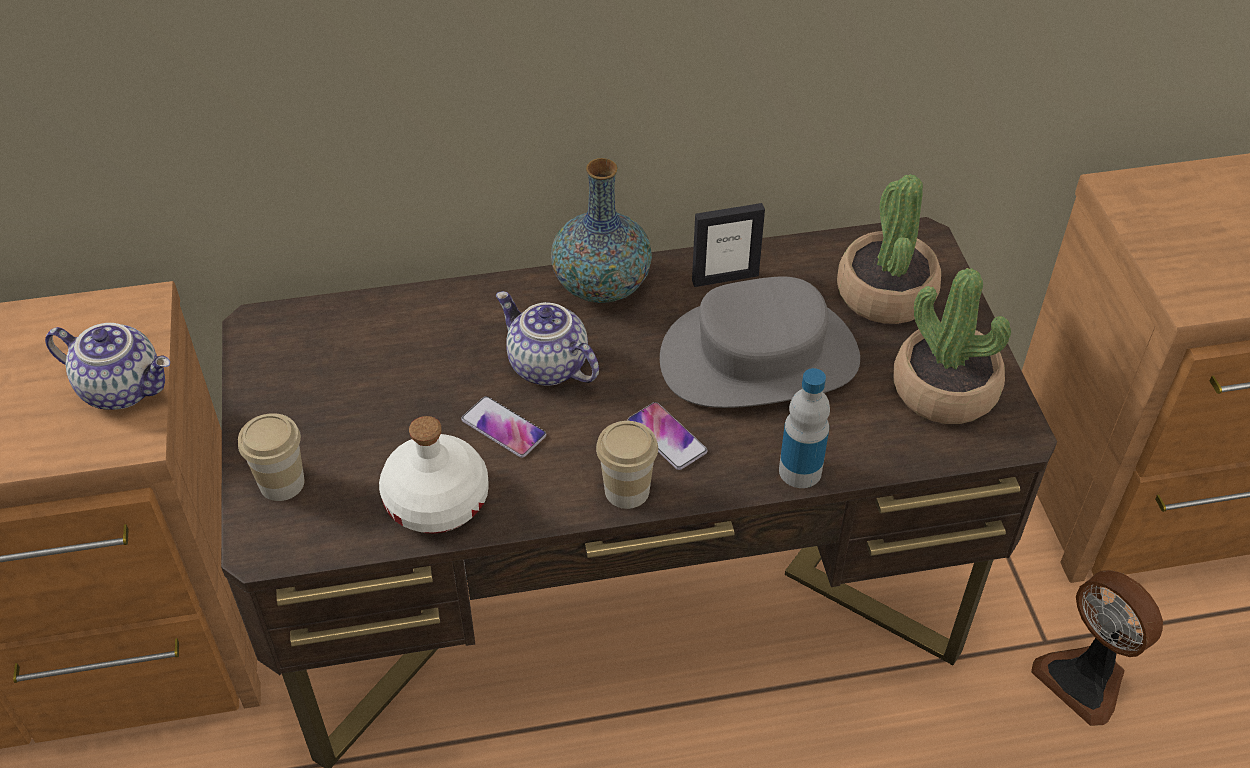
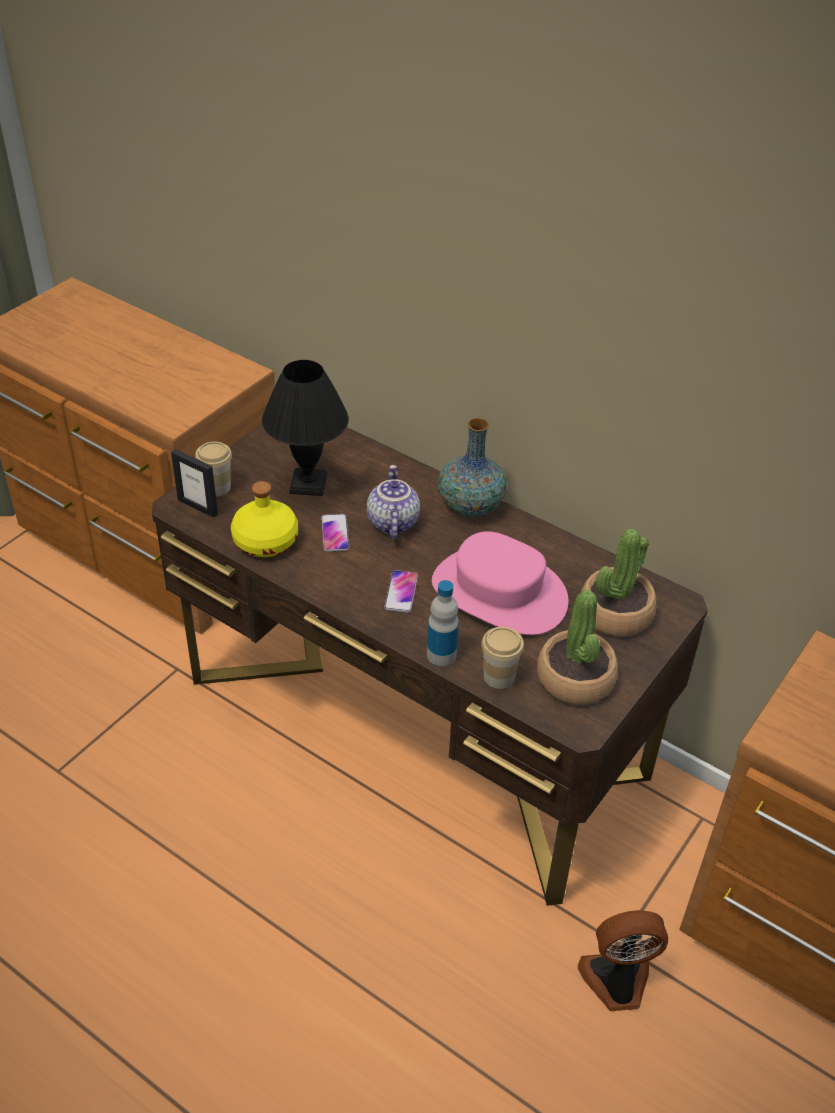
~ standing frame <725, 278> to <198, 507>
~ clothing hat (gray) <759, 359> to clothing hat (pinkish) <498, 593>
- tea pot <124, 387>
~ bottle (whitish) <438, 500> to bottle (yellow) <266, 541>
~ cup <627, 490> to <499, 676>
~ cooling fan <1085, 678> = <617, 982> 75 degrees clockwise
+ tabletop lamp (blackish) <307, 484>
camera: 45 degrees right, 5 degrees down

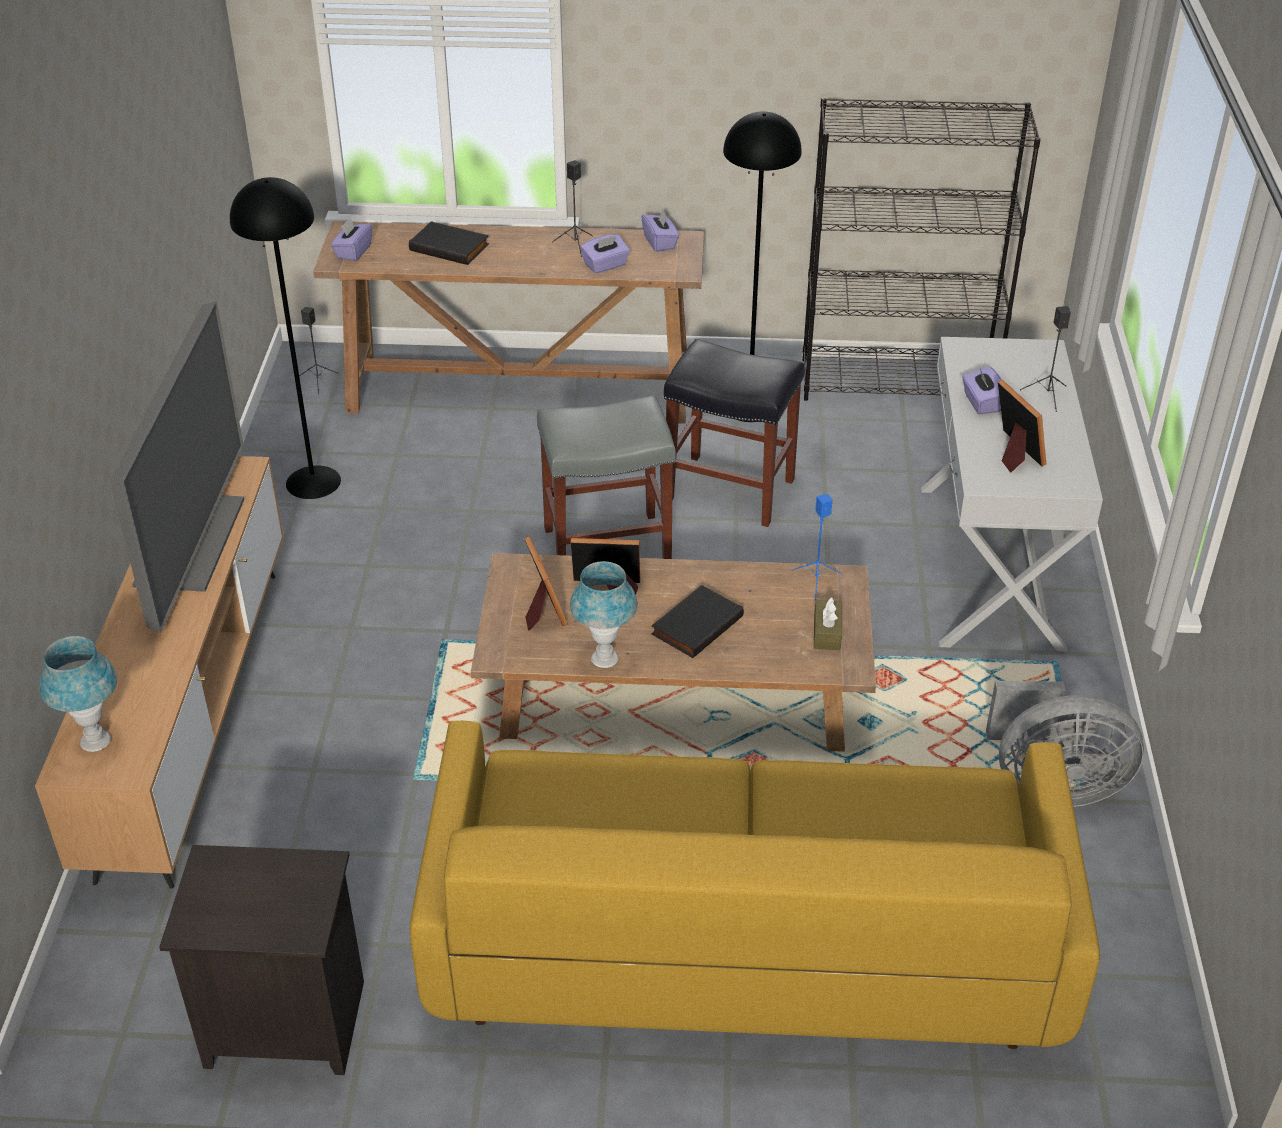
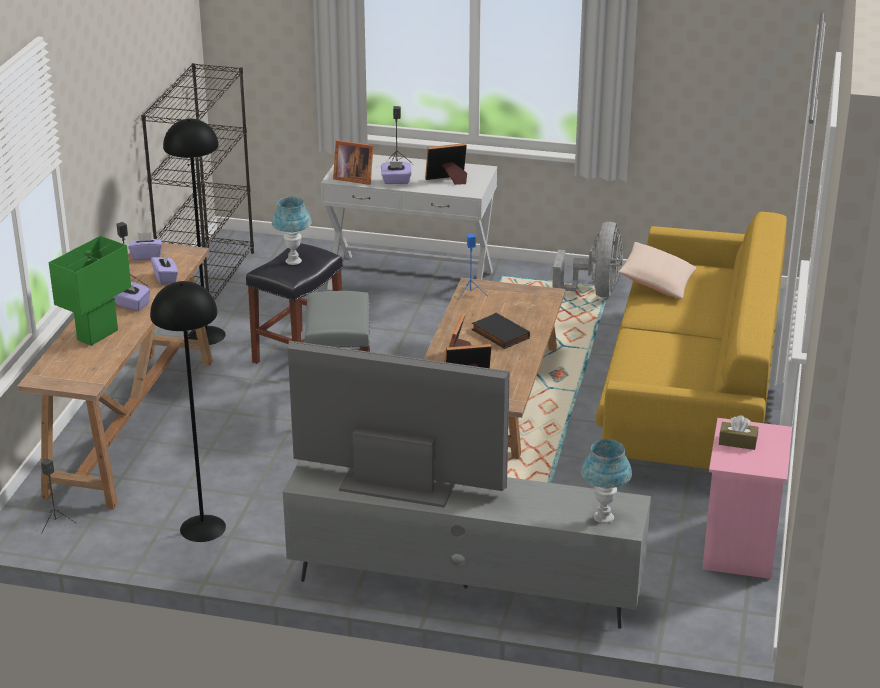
~ tissue box (purple) <353, 252> to <132, 305>
~ bound book (blackish) <450, 247> to tabletop lamp (green-coloured) <97, 335>
~ tv stand (brownish) <193, 717> to tv stand (gray) <465, 586>
~ tabletop lamp (blue-coloured) <604, 659> to <293, 261>
~ tissue box (brownish) <827, 632> to <737, 442>
~ nightstand (blackish) <282, 1026> to nightstand (pinkish) <741, 549>
+ standing frame <353, 178>
+ throw pillow (beige) <657, 282>
camera: 80 degrees left, 10 degrees down

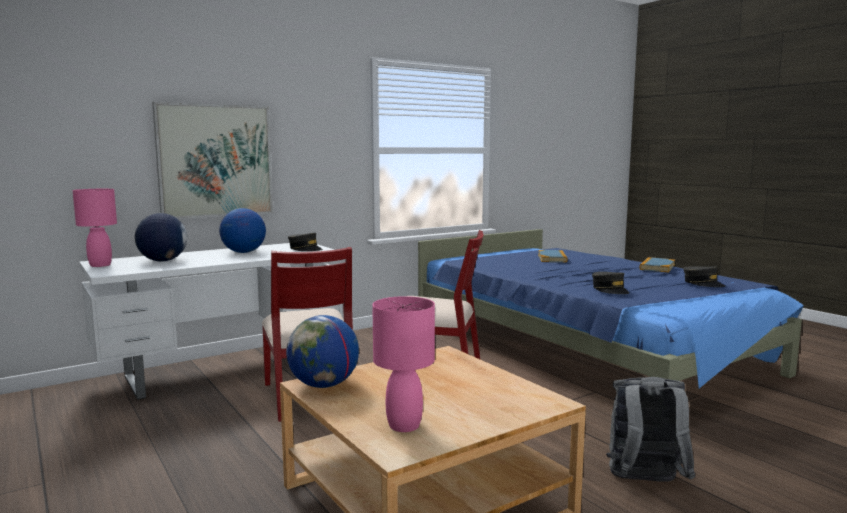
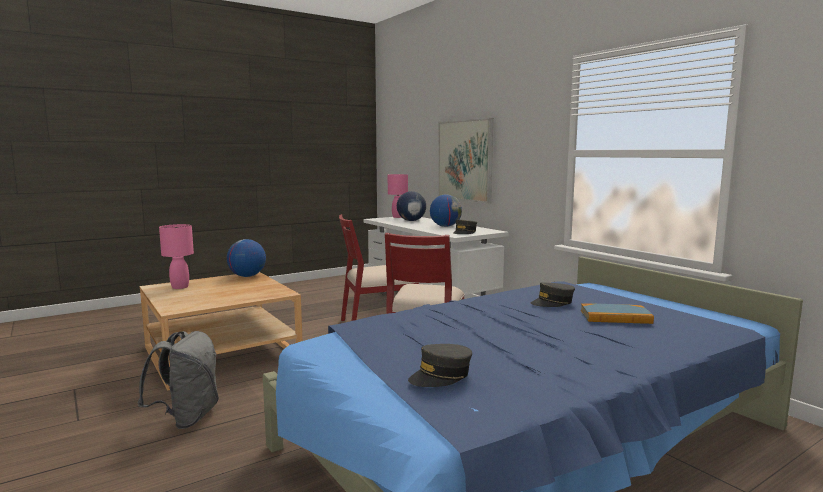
- bound book <657, 267>
~ peaked cap (gray) <610, 290> to <552, 302>
camera: 90 degrees right, 0 degrees up

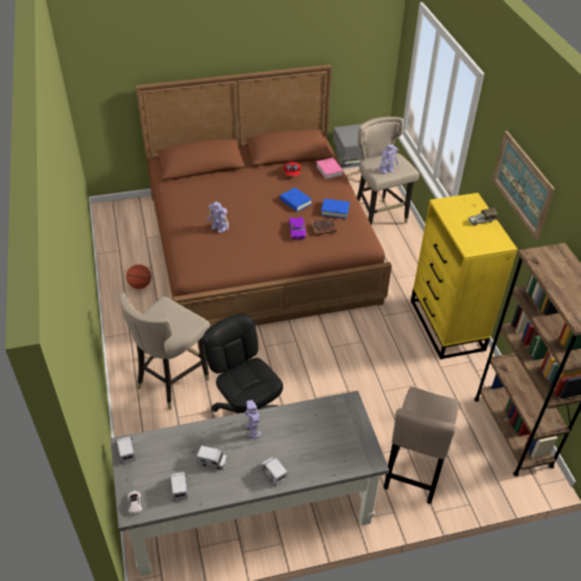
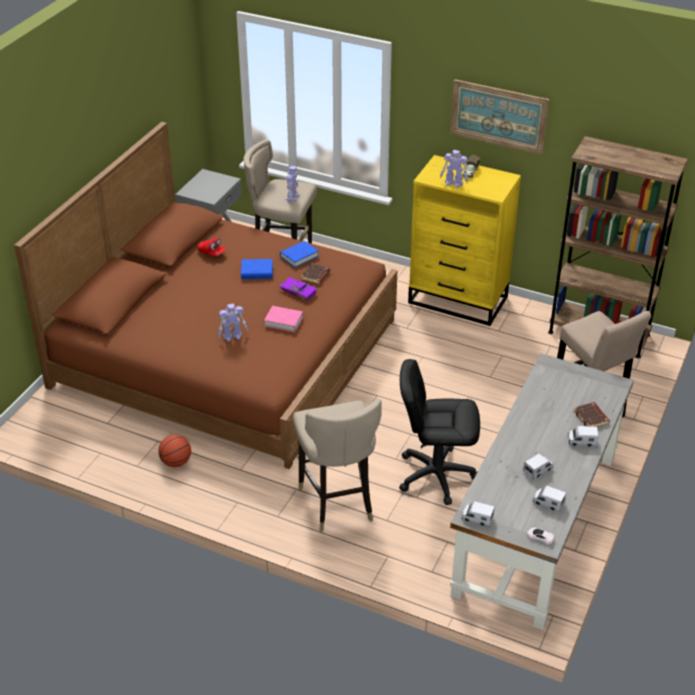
~ bound book (pinkish) <329, 170> to <283, 321>
~ robot figure <253, 431> to <454, 183>
+ bound book (brownish) <591, 418>
camera: 50 degrees left, 5 degrees down

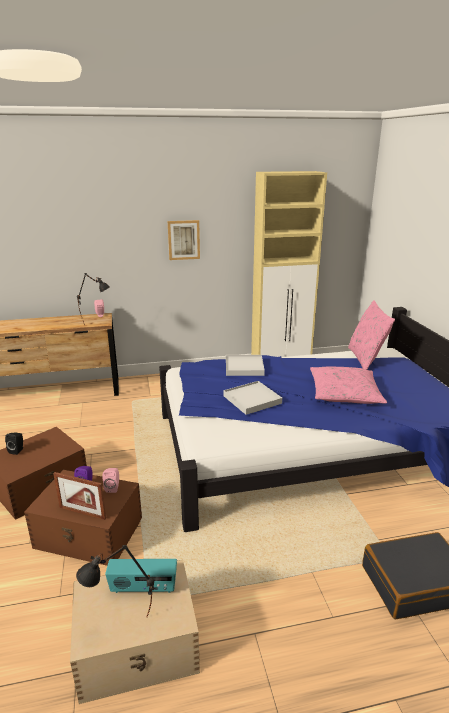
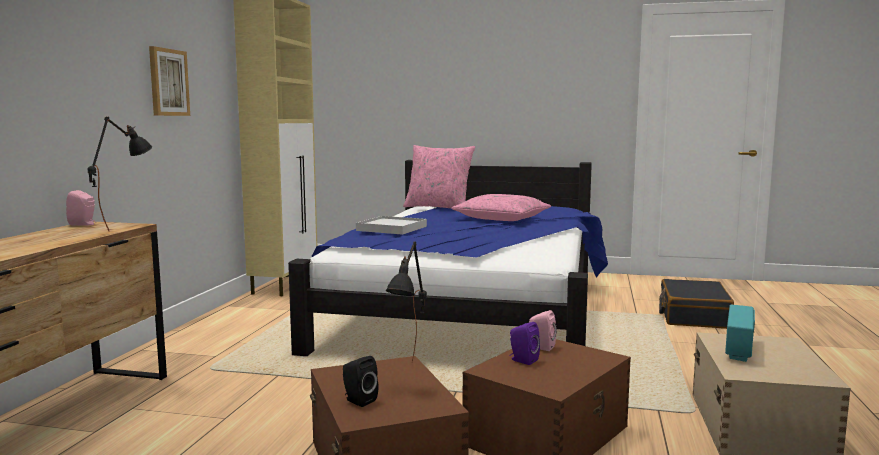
- tray (whitish) <252, 399>
- standing frame <82, 513>
~ tabletop lamp (blackish) <122, 627> to <412, 374>
camera: 65 degrees left, 15 degrees down

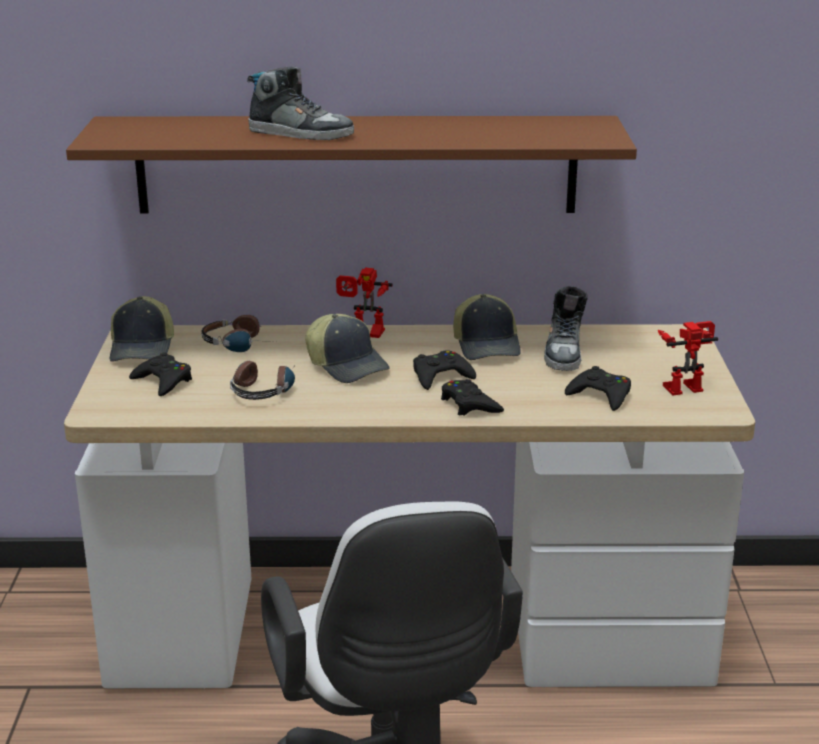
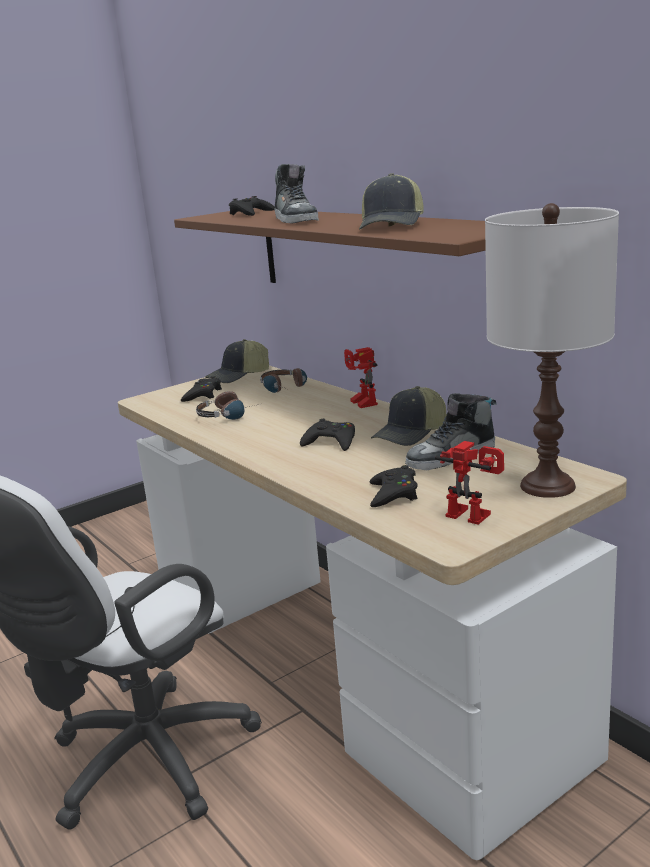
~ peaked cap <347, 365> to <393, 225>
~ game controller (blackish) <469, 404> to <251, 213>
+ tabletop lamp (whitish) <548, 485>
camera: 55 degrees right, 5 degrees down

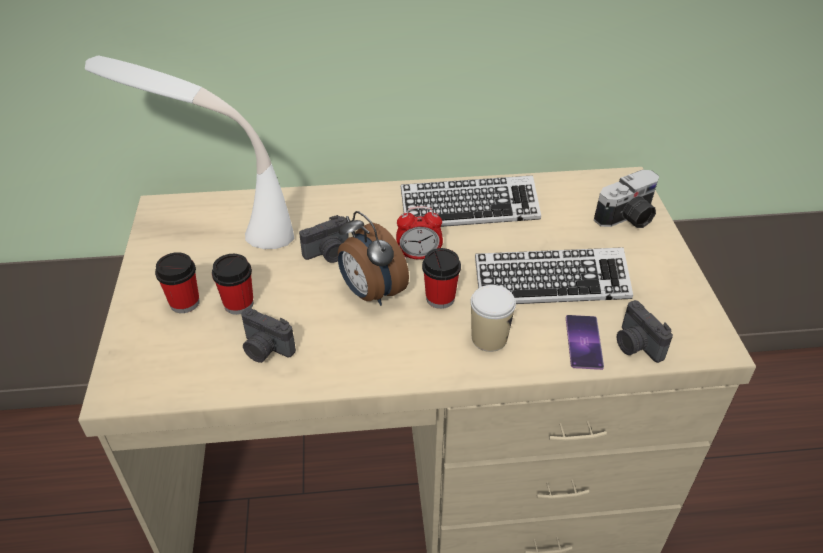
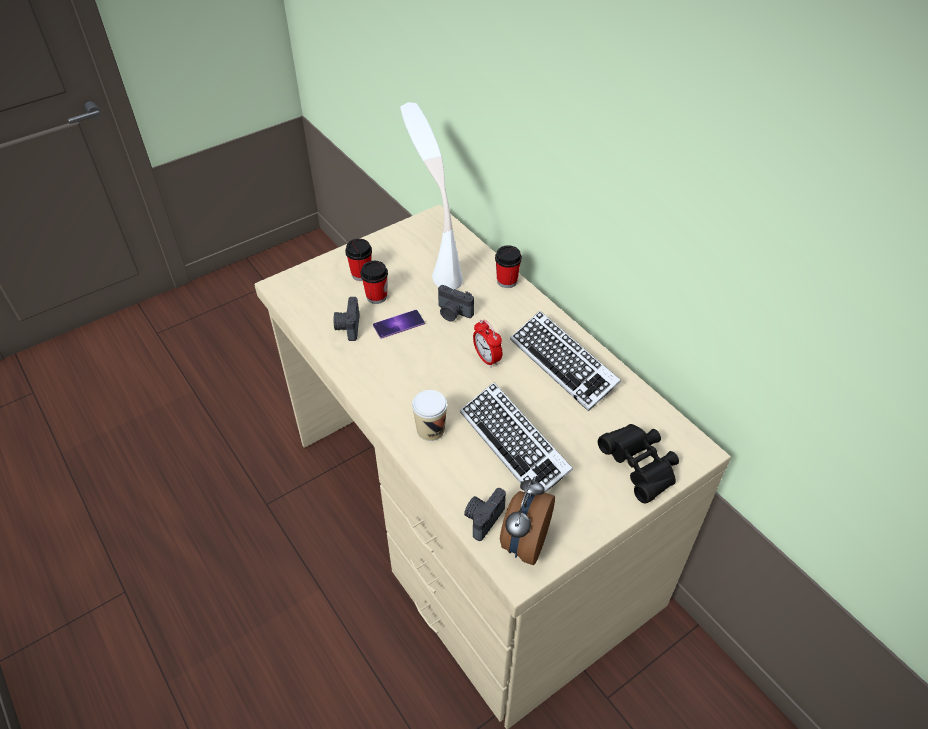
~ photo camera <628, 218> to pair of binoculars (blackish) <639, 468>
~ table clock <370, 293> to <524, 542>
~ cup <440, 298> to <507, 281>
~ telephone <584, 342> to <398, 324>
camera: 60 degrees right, 5 degrees up

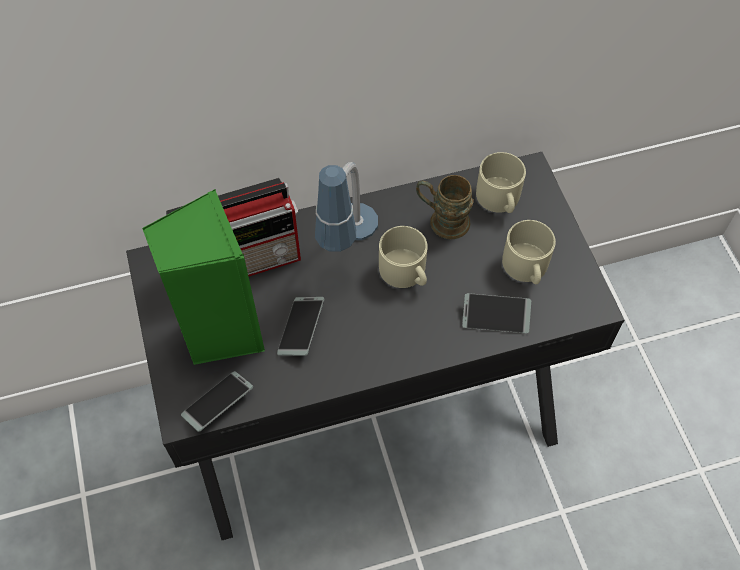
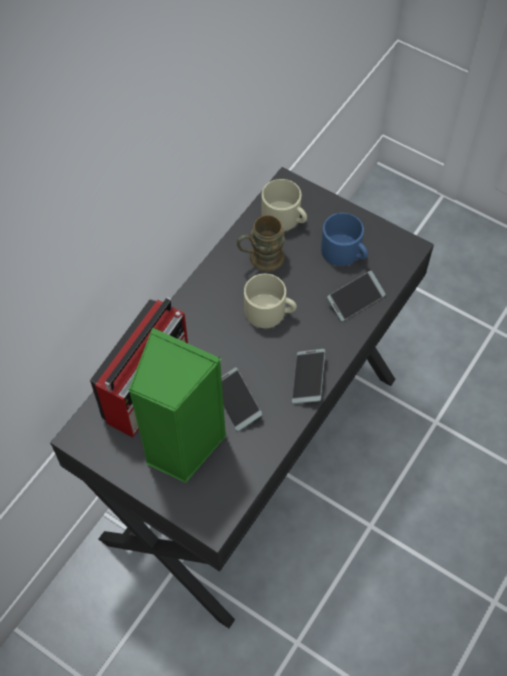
- tabletop lamp <348, 247>
~ coffee mug (beige) <526, 267> to coffee mug (blue-coloured) <344, 252>
~ telephone <218, 404> to <308, 379>
camera: 40 degrees left, 0 degrees up

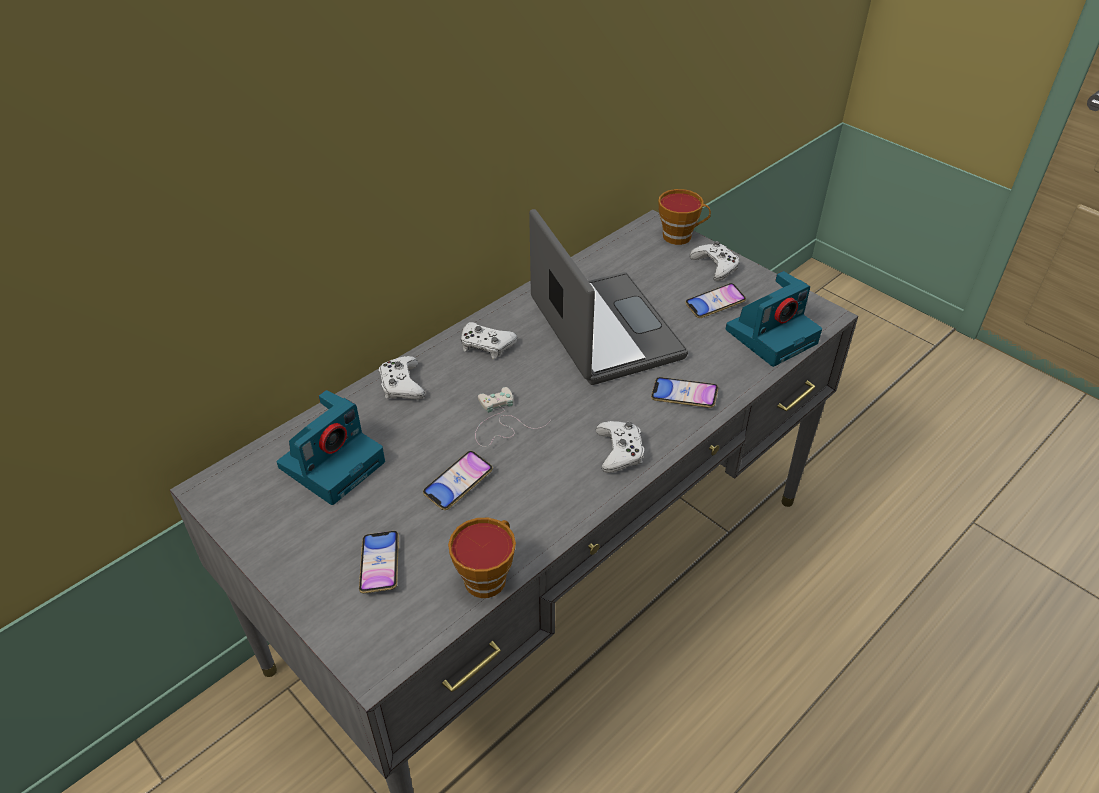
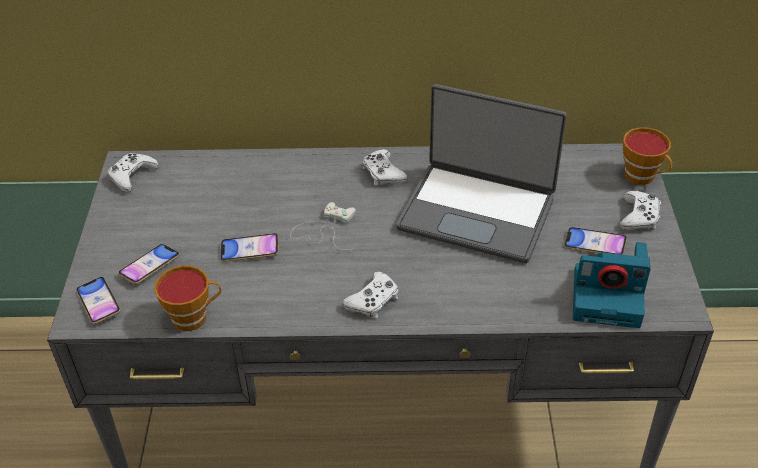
~ laptop <603, 330> = <477, 212> 90 degrees clockwise
~ game controller (whitish) <401, 384> to <132, 176>
~ telephone <684, 396> to <99, 303>
- photo camera <333, 463>
camera: 45 degrees right, 0 degrees up

